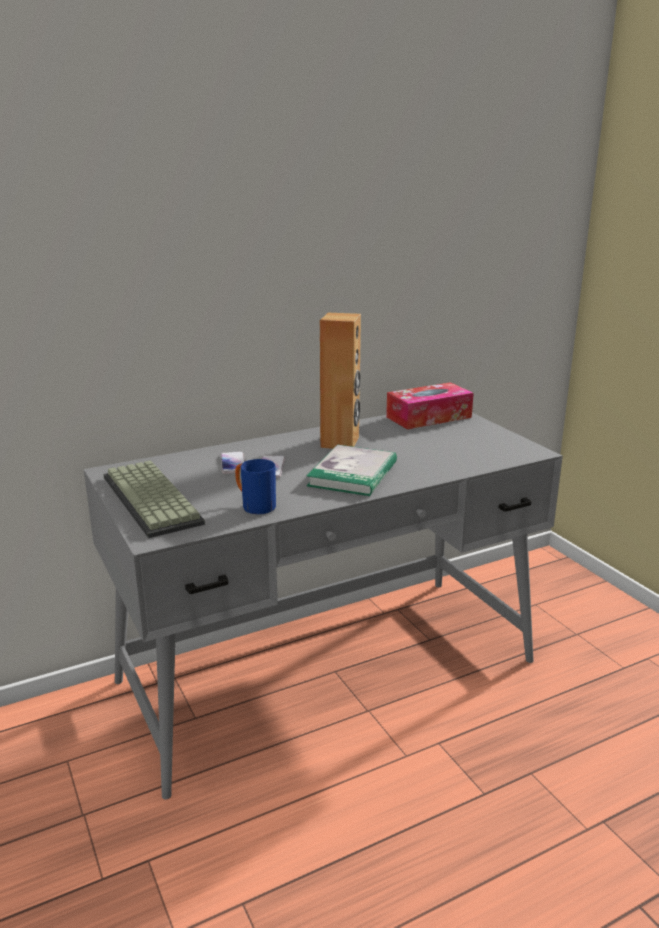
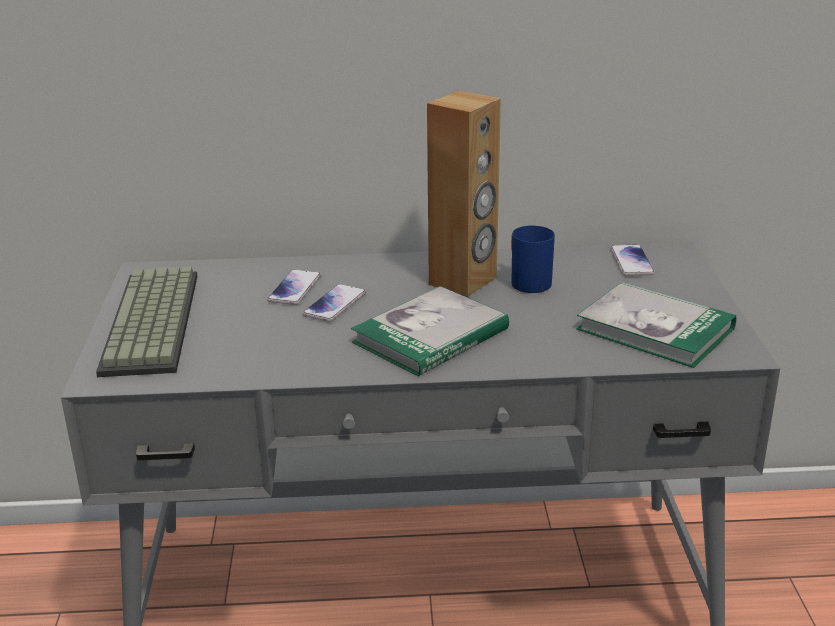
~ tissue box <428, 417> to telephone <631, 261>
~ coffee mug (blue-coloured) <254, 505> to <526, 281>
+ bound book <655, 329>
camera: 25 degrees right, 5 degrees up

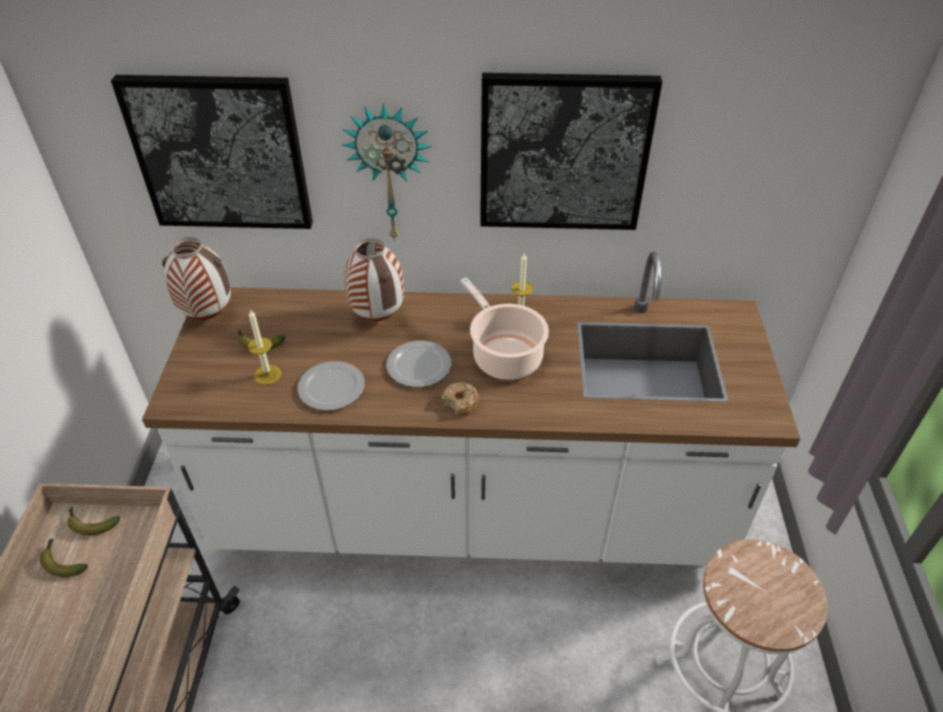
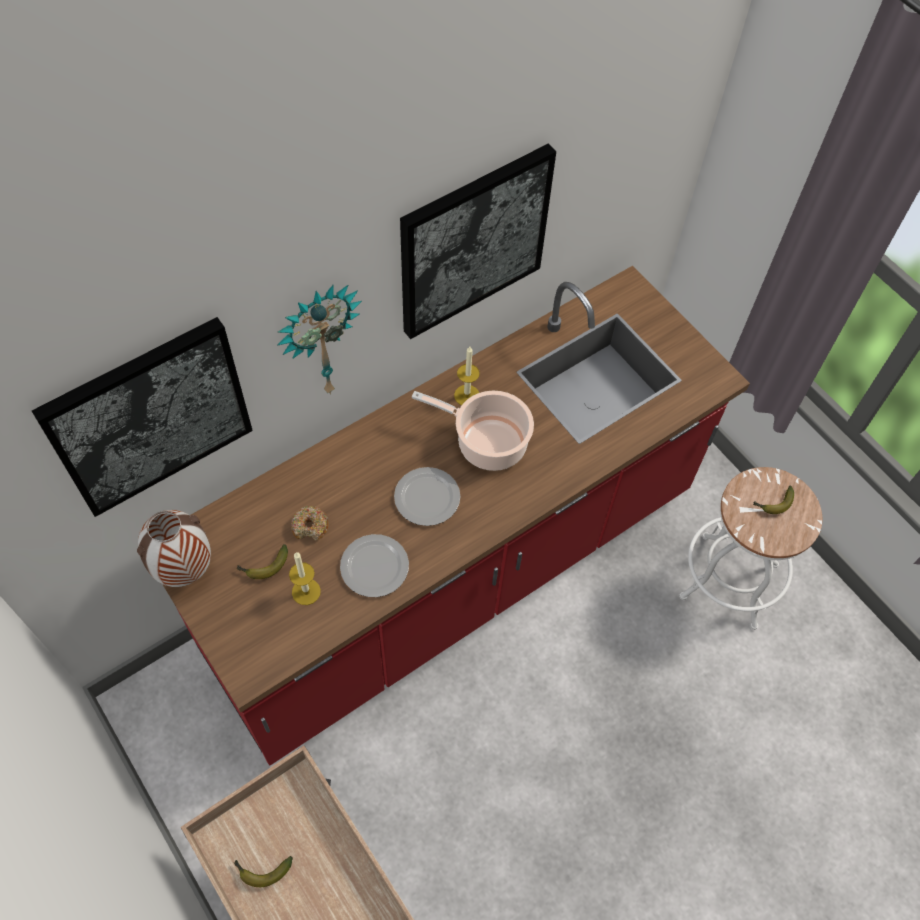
- decorative vase <376, 317>
~ counter (whitish) <471, 513> to counter (red-coloured) <453, 574>
~ donut <460, 403> to <310, 527>
~ banana fruit <90, 523> to <773, 504>
camera: 40 degrees left, 15 degrees up

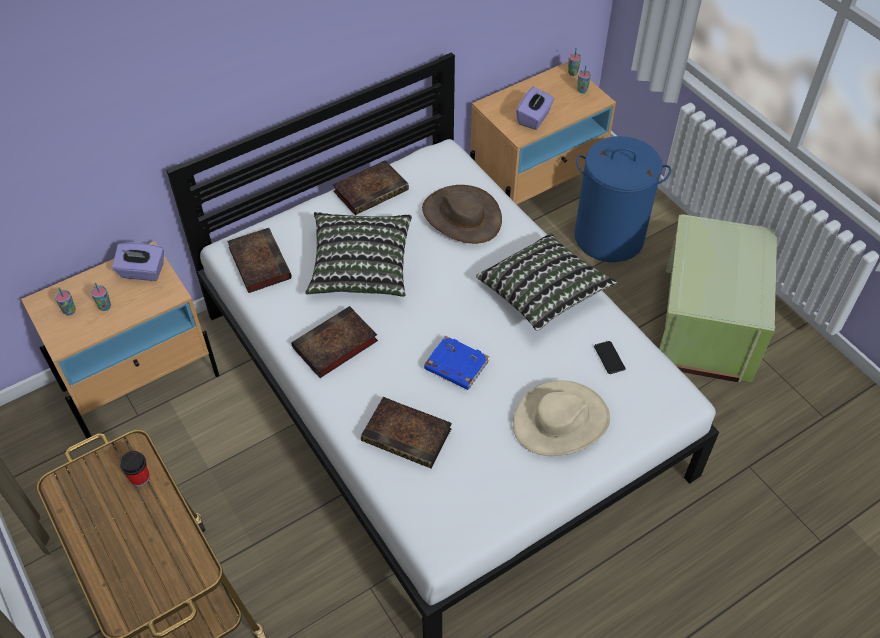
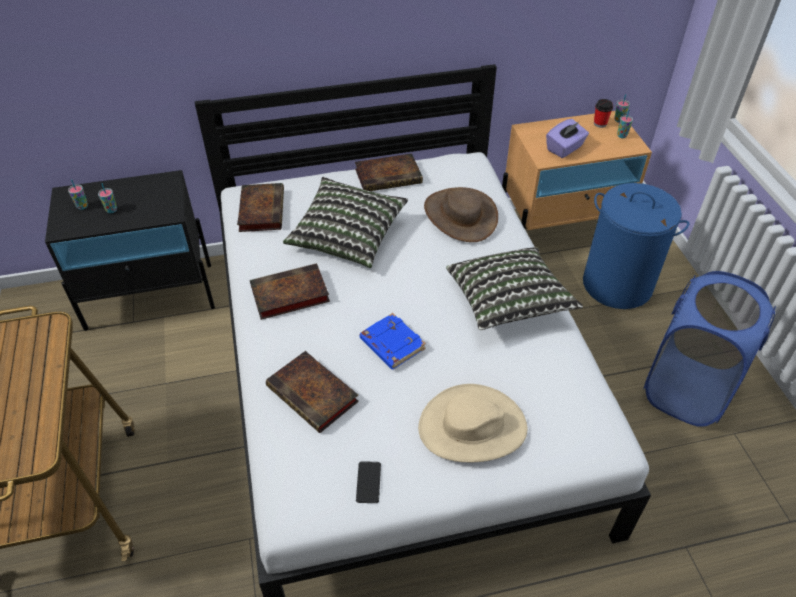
~ storage container (green-coloured) <704, 324> to laundry basket (blue-coloured) <686, 389>
~ nightstand (beige) <142, 382> to nightstand (blackish) <151, 296>
- tissue box (purple) <142, 272>
~ telephone <609, 358> to <368, 482>
~ cup <140, 478> to <600, 124>
camera: 20 degrees right, 5 degrees down

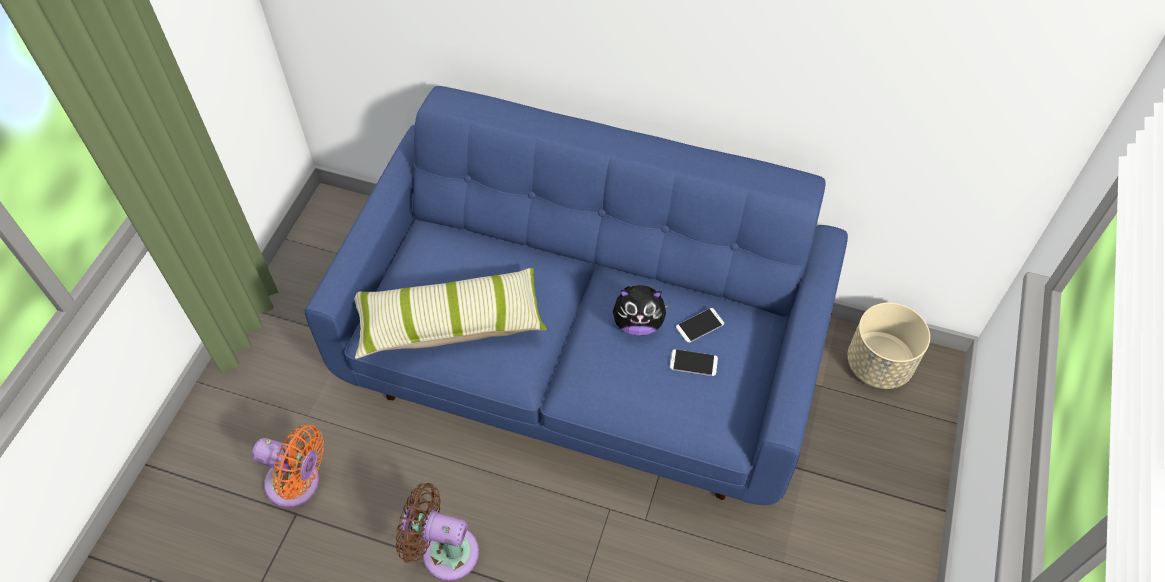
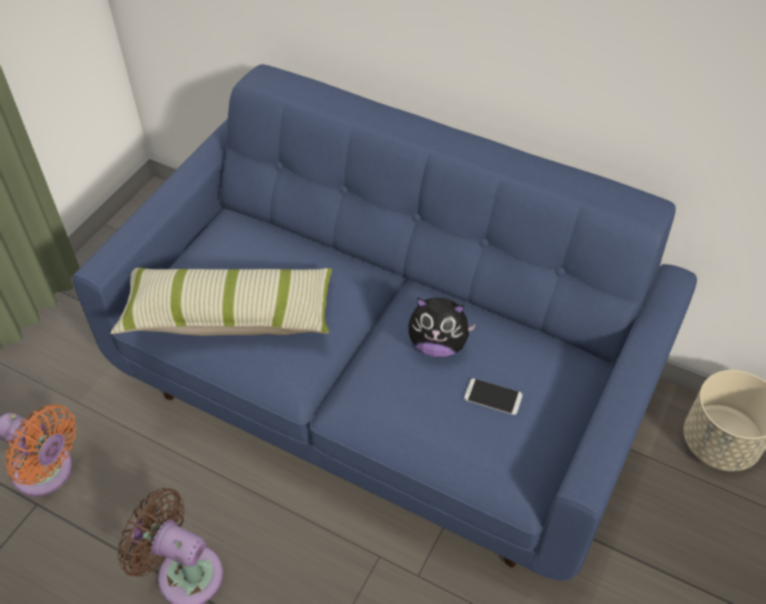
- telephone <700, 325>
camera: 10 degrees right, 5 degrees down

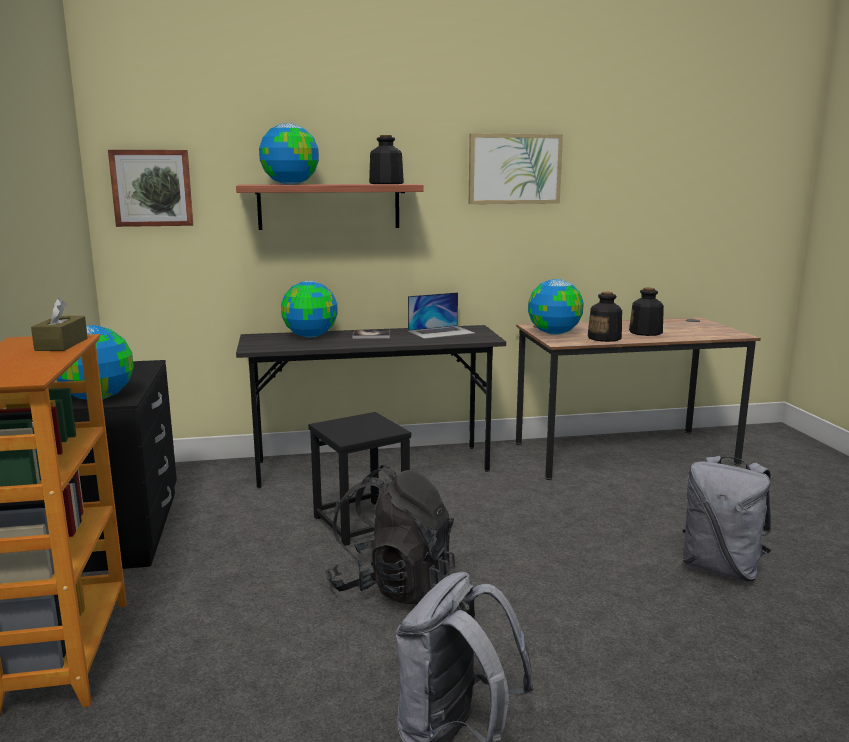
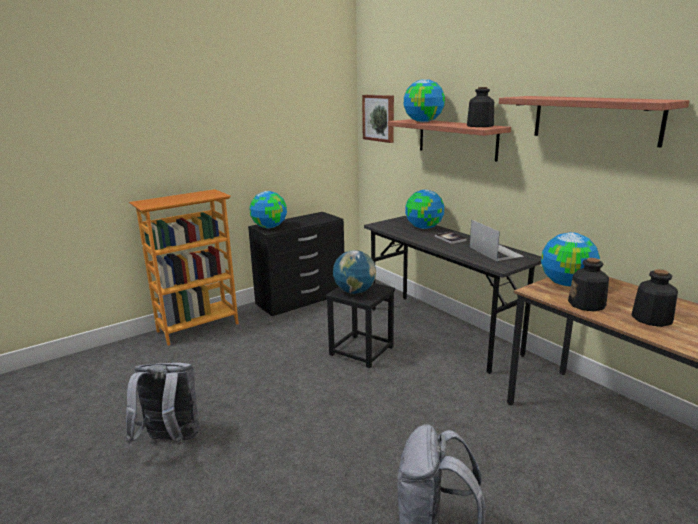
~ wall picture <514, 169> to shelf <595, 119>
~ laptop <441, 332> = <495, 251> 150 degrees counterclockwise
- tissue box (brownish) <61, 344>
- knapsack (blackish) <393, 585>
+ desk globe <354, 291>
camera: 65 degrees right, 5 degrees up

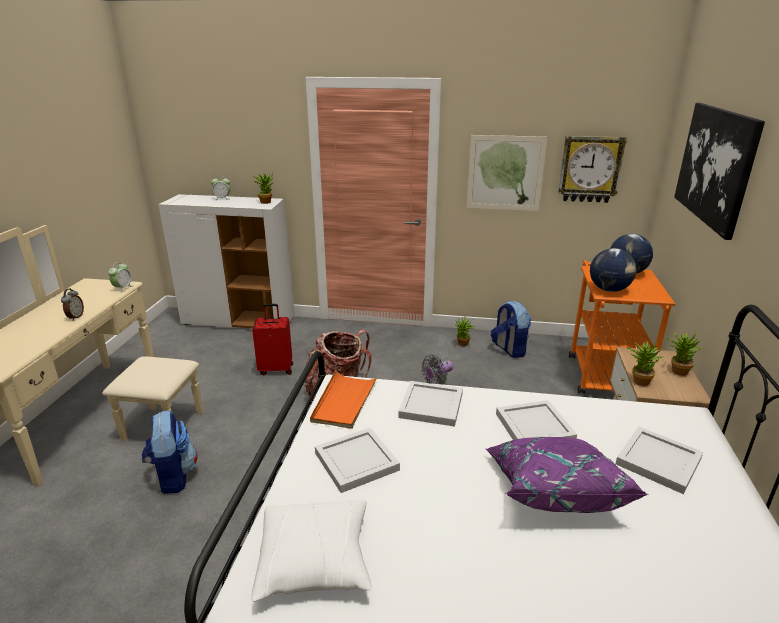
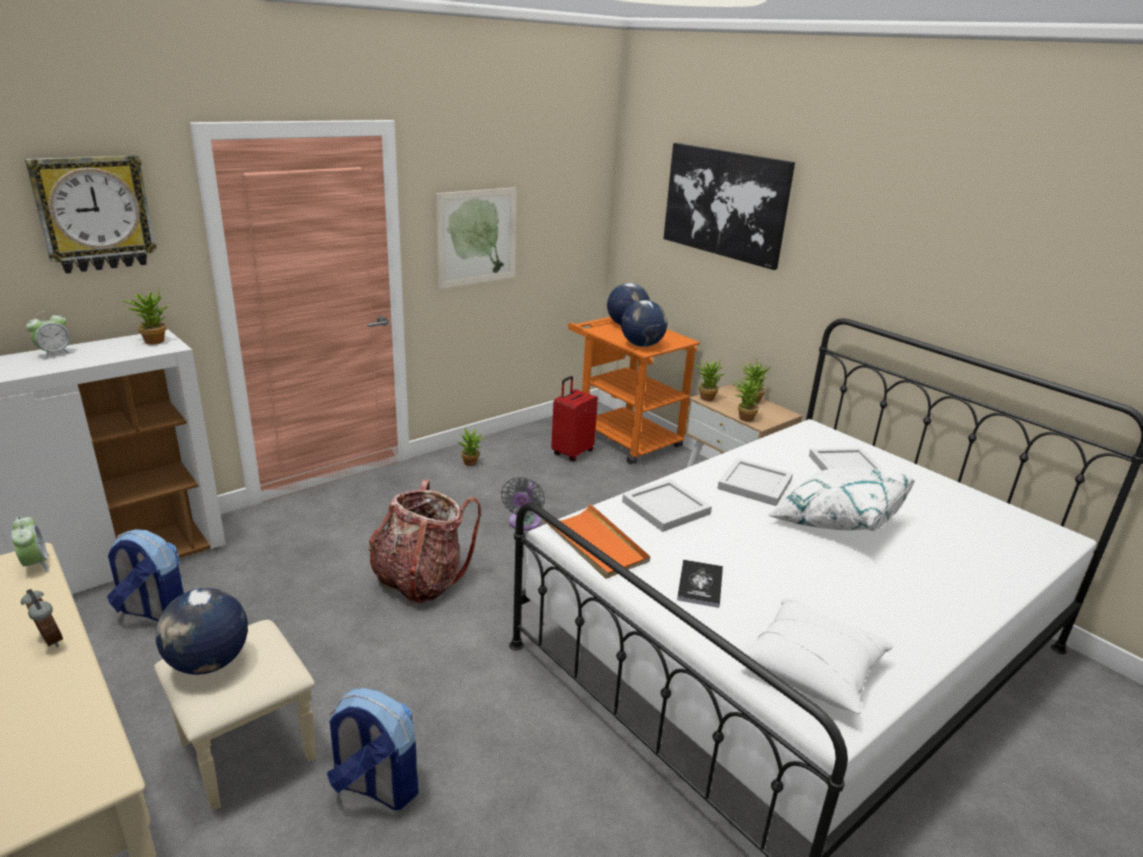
~ wall clock <590, 169> to <94, 213>
~ knapsack <509, 349> to <153, 611>
~ travel case (red-coloured) <276, 369> to <572, 453>
~ tray (whitish) <355, 461> to bound book <700, 584>
~ throw pillow (purple) <553, 490> to throw pillow (whitish) <836, 520>
+ potted plant <705, 397>
+ desk globe <208, 663>
camera: 50 degrees left, 0 degrees up

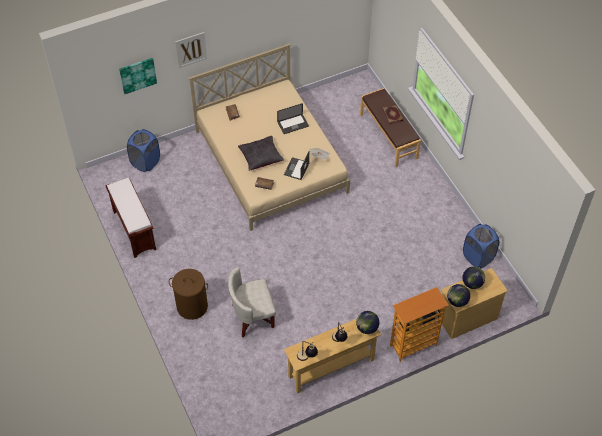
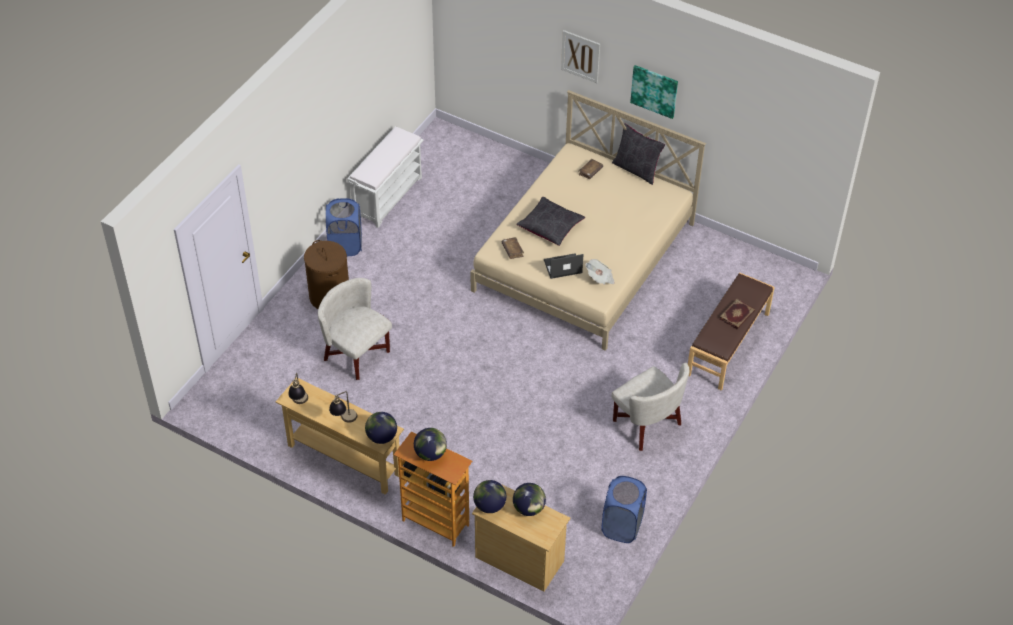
~ wall picture <137, 75> to <654, 91>
- laptop <293, 124>
~ laundry basket (blue-coloured) <145, 162> to <345, 245>
~ bench (brownish) <133, 230> to bench (whitish) <388, 196>
+ throw pillow (blackish) <636, 169>
+ easy chair (whitish) <646, 423>
+ desk globe <430, 454>
camera: 55 degrees right, 5 degrees down

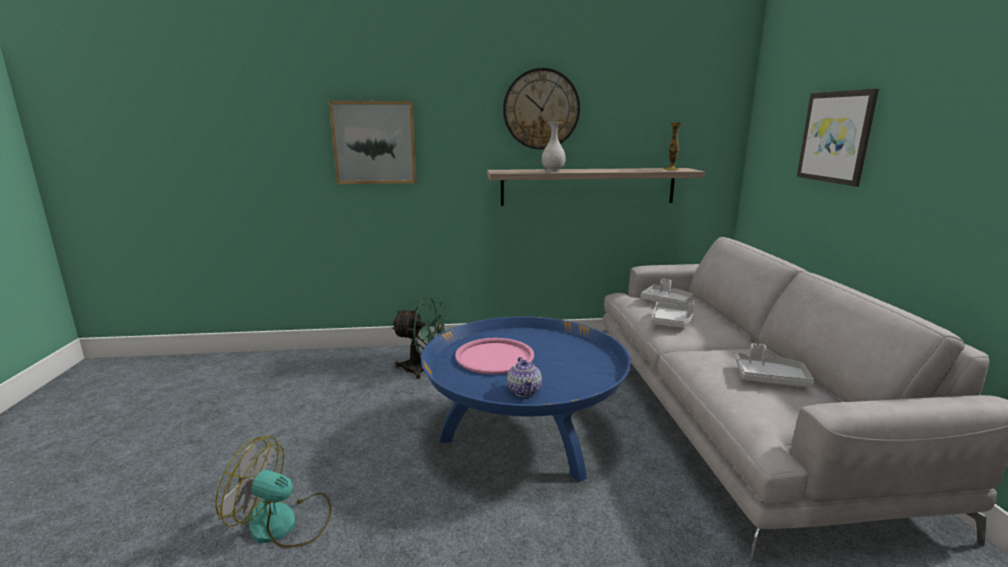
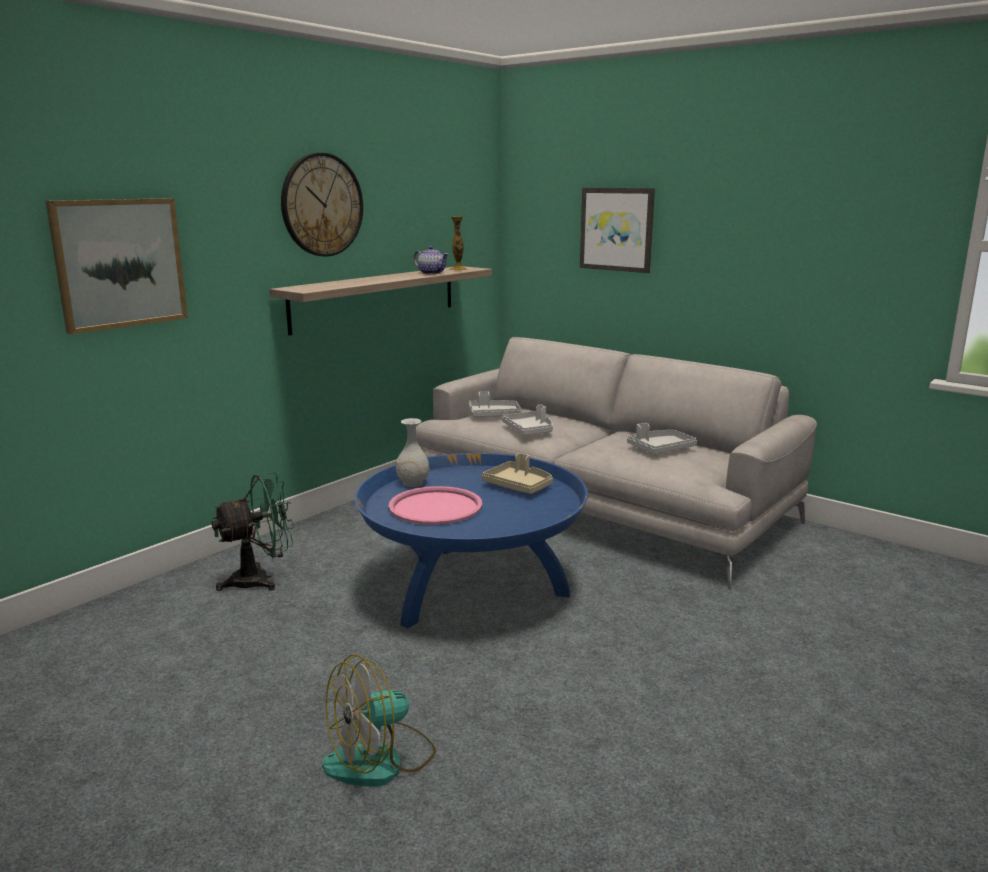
~ decorative vase (whitish) <553, 171> to <412, 483>
~ tea pot <524, 390> to <431, 273>
+ tray (beige) <519, 486>
camera: 45 degrees left, 0 degrees up

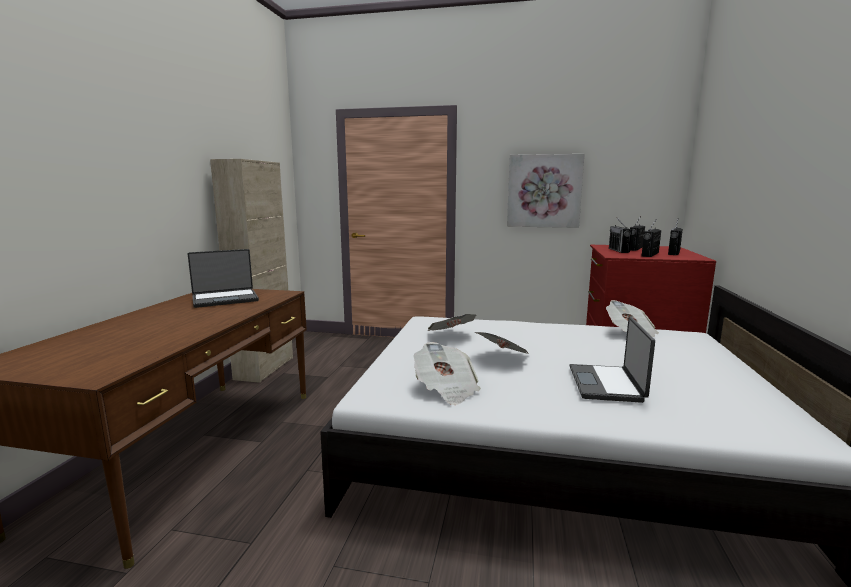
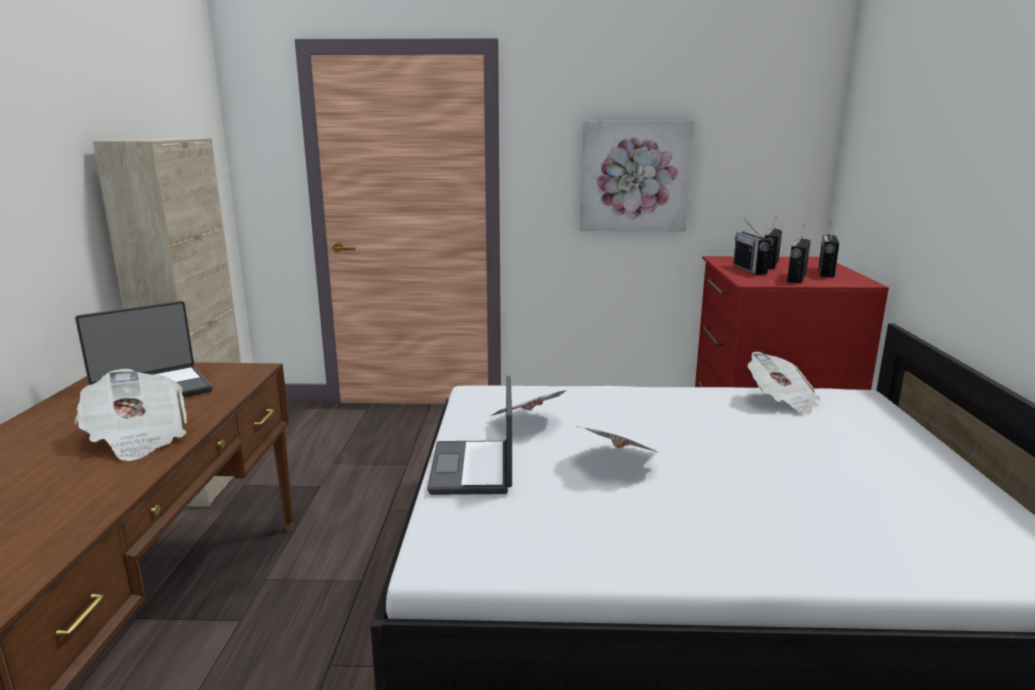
~ laptop <607, 384> to <474, 469>
~ printed paper <446, 389> to <138, 438>
camera: 10 degrees left, 5 degrees up

